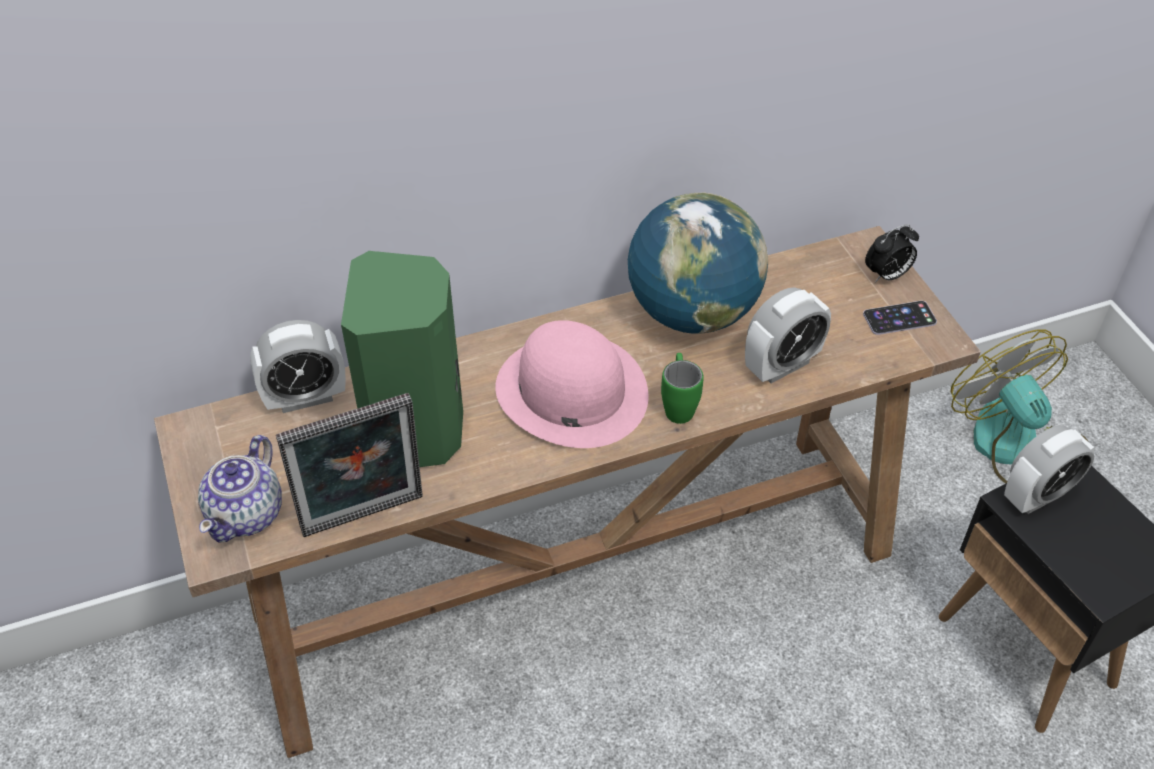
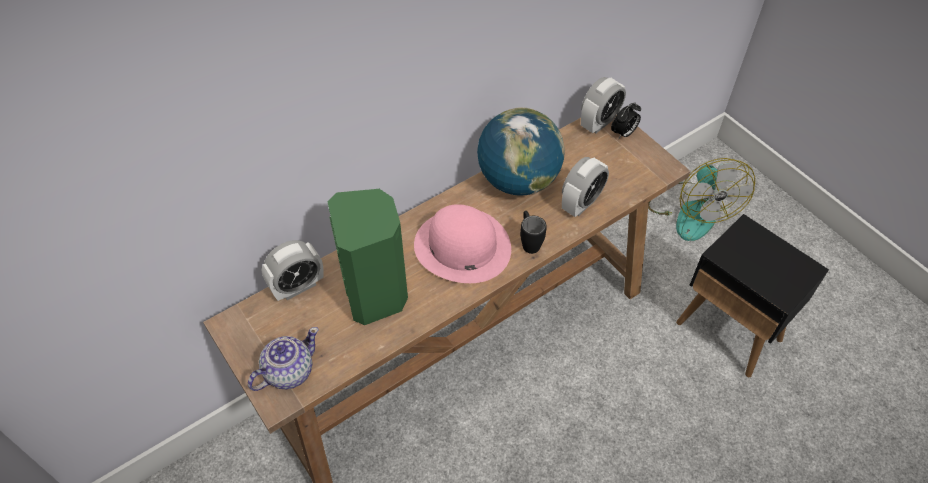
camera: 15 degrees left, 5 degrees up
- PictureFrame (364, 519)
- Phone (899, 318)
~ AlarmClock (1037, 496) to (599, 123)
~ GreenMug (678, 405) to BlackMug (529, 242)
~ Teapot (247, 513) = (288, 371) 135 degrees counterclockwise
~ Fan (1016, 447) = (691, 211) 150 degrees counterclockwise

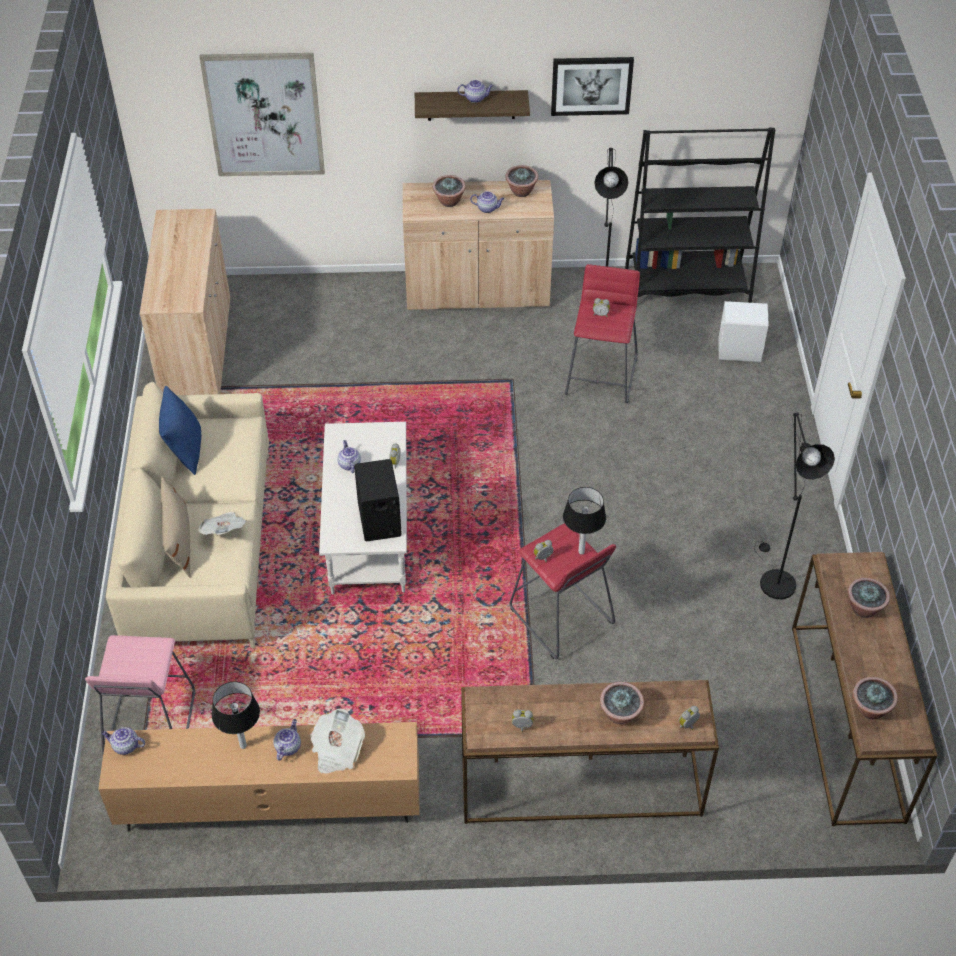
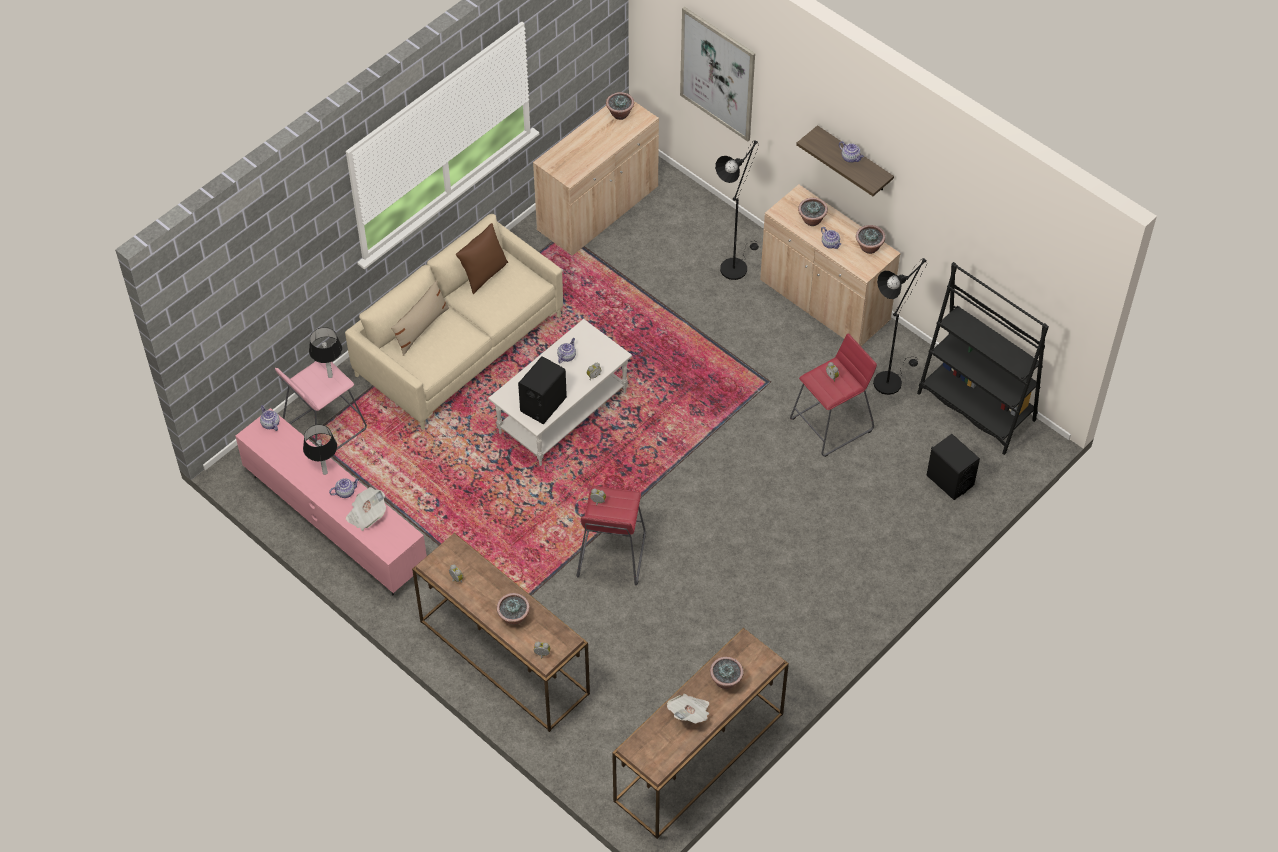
camera: 45 degrees right, 5 degrees up
- Picture (591, 85)
~ Newspaper (224, 531) to (690, 714)
~ TableLamp (581, 551) to (330, 375)
~ BlackFloorLamp (774, 579) to (736, 265)
~ PottedPlant (870, 709) to (620, 114)
~ BrownTvStand (270, 804) to PinkTvStand (336, 524)
~ BluePillow (185, 451) to BrownPillow (483, 274)
~ WhiteSpeaker (739, 350) to BlackSpeaker (949, 480)

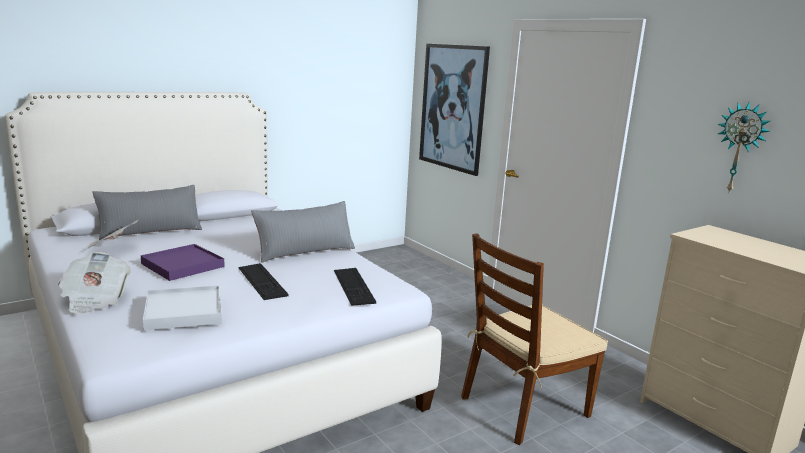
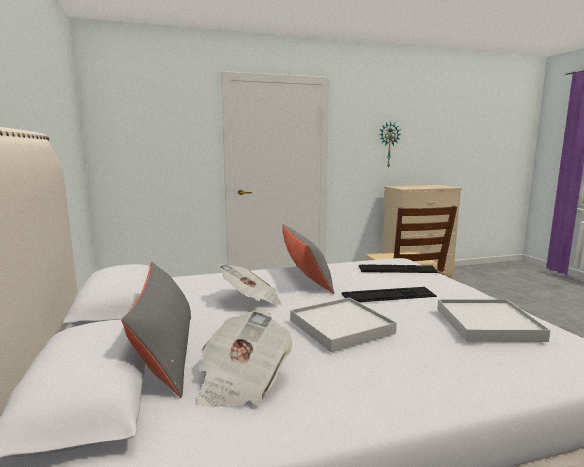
camera: 70 degrees left, 5 degrees down
- Picture (452, 107)
~ Newspaper (95, 299) to (252, 300)
~ PurpleTray (183, 265) to WhiteTray (341, 327)

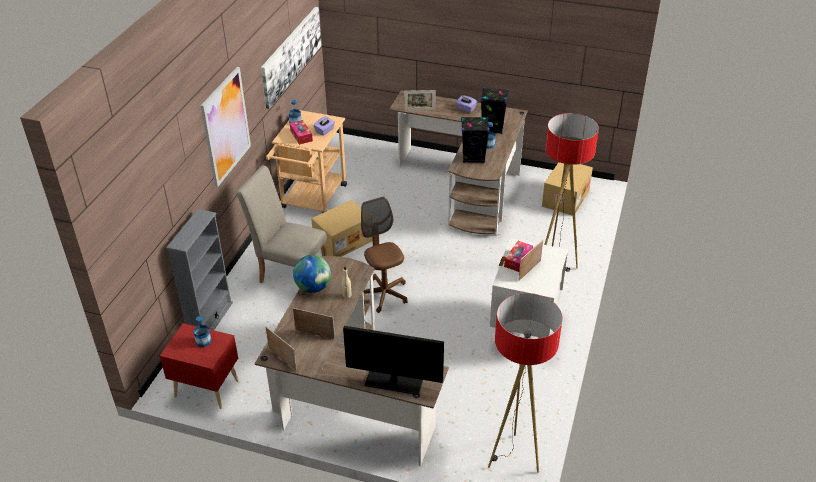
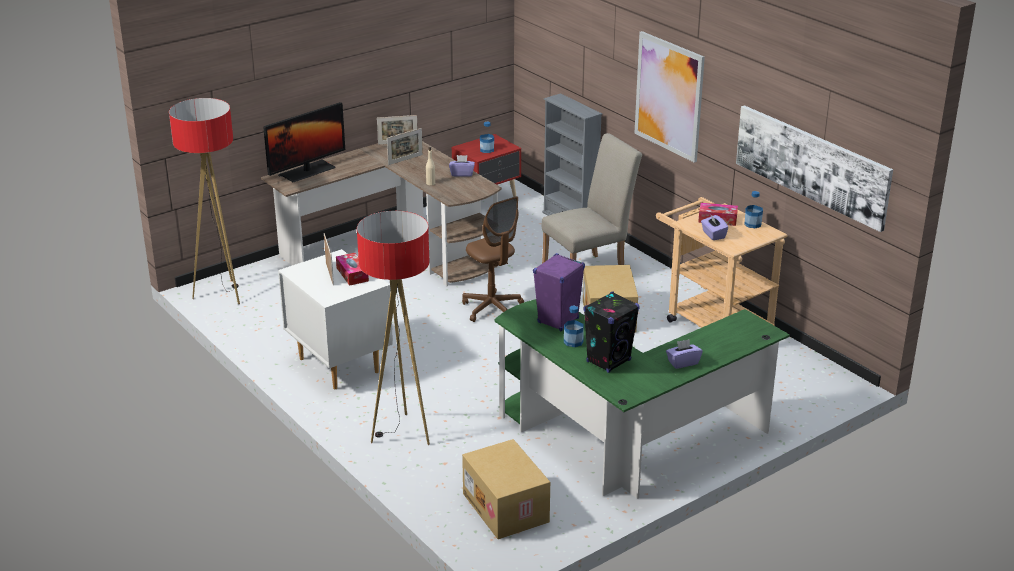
camera: 125 degrees right, 10 degrees down
- PictureFrame (419, 110)
~ Globe (313, 287) to PurpleTissueBox (462, 174)
~ BrownDesk (467, 185) to GreenDesk (626, 441)
~ BlackSpeaker (473, 158) to PurpleSpeaker (558, 320)
~ BrownOfficeChair (384, 295) = (492, 309) 45 degrees clockwise

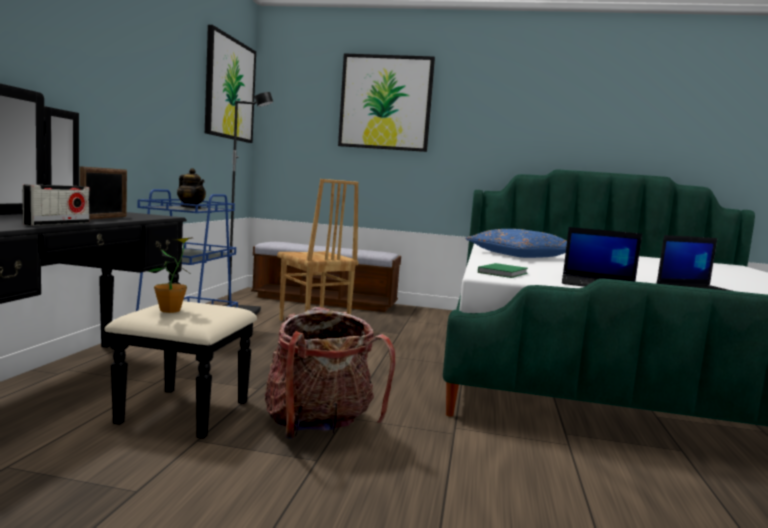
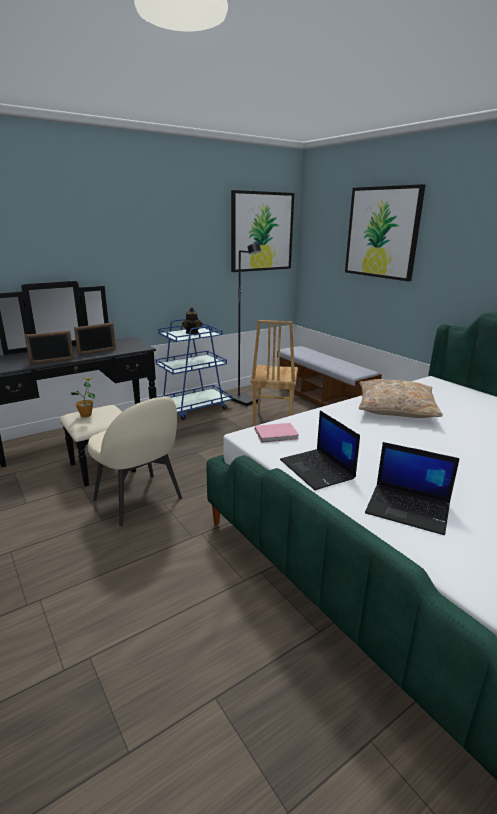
camera: 45 degrees right, 15 degrees up
~ Radio (57, 223) to PictureFrame (52, 361)
~ Backpack (319, 425) to BeigeChair (139, 500)
~ BluePillow (520, 255) to BeigePillow (395, 408)
~ GreenBook (504, 273) to PinkBook (277, 434)

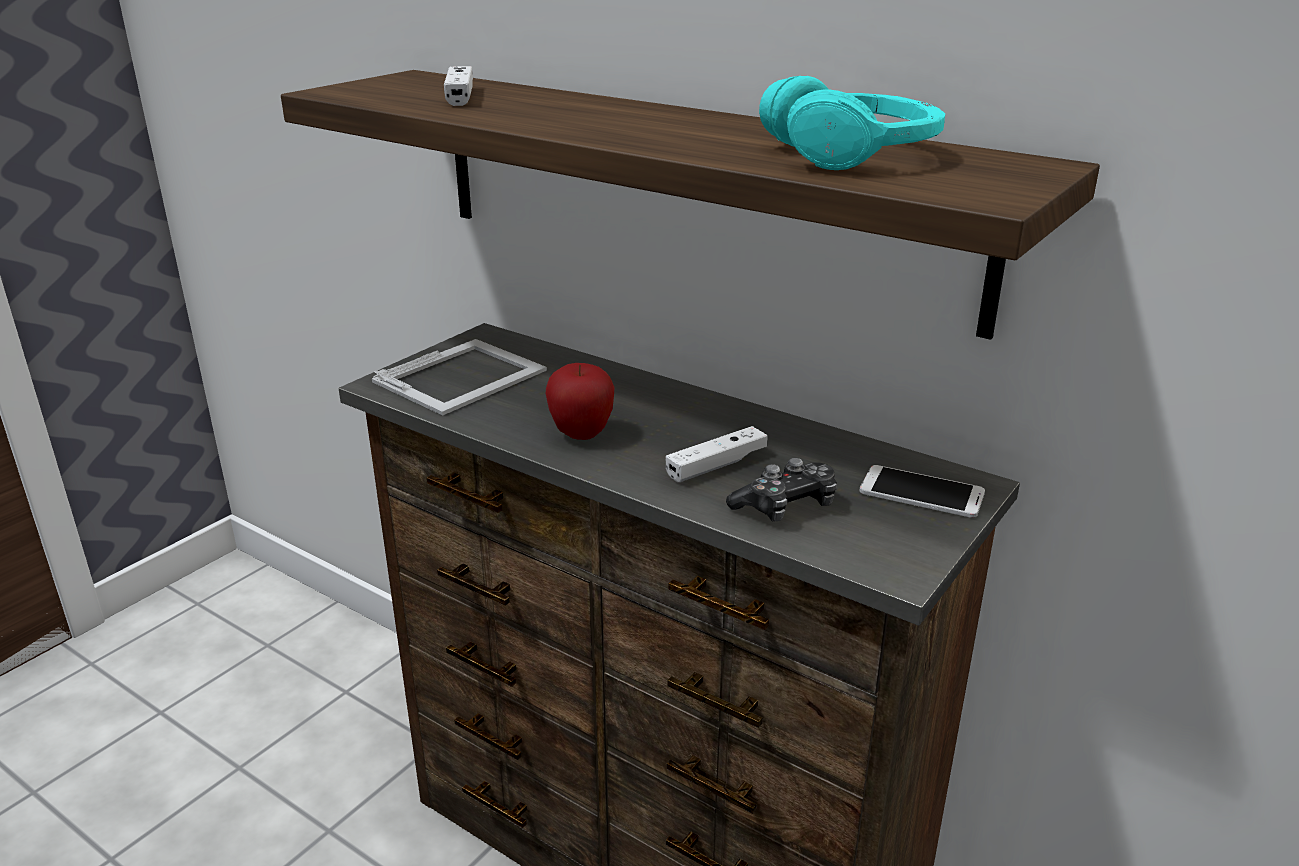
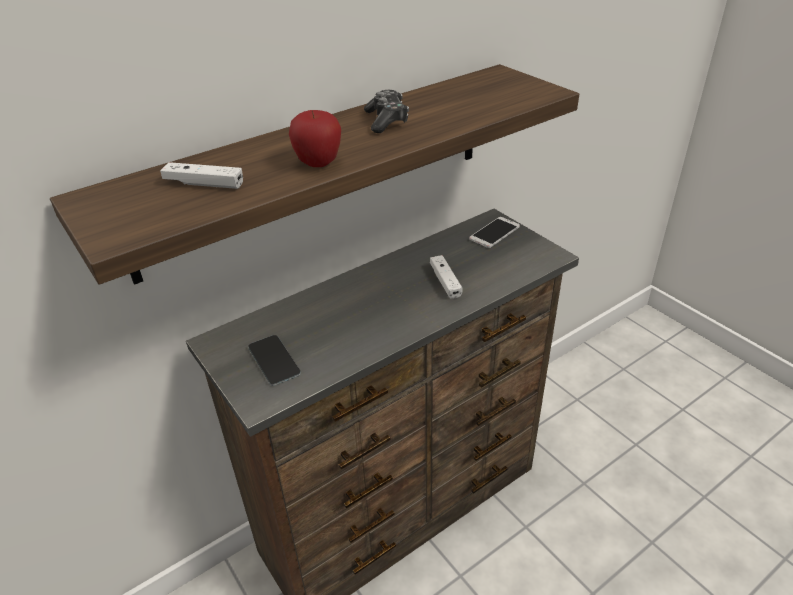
camera: 70 degrees left, 10 degrees up
- TurquoiseHeadphones (852, 154)
~ Apple (581, 434) to (318, 164)
~ GameController (786, 506) to (386, 120)
~ PictureFrame (462, 376) to Phone (274, 360)

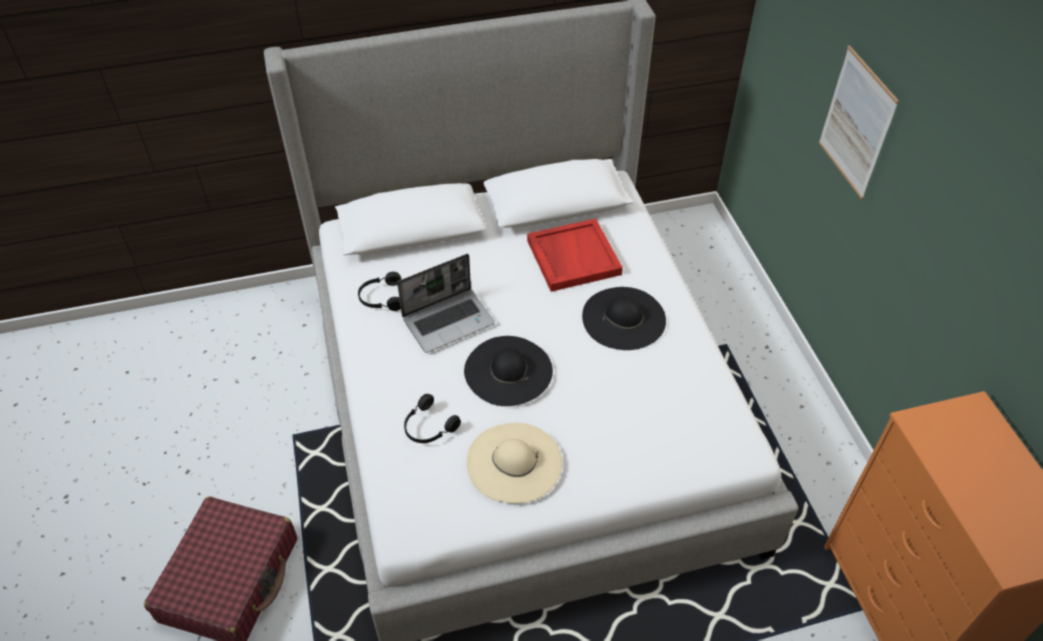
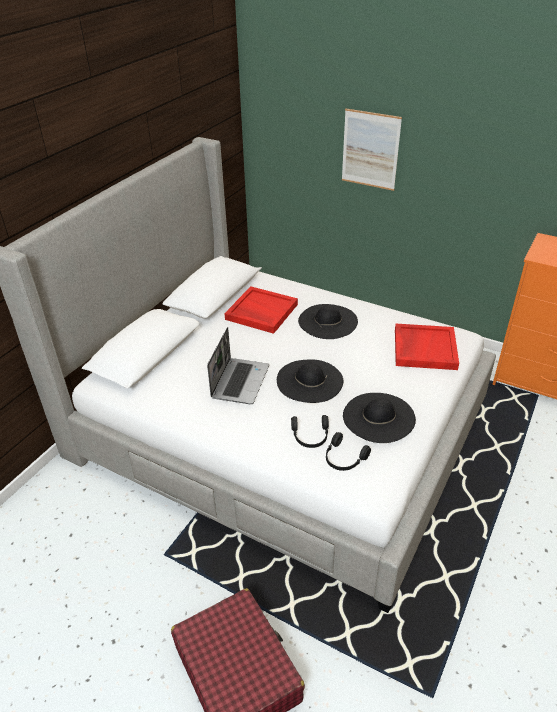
camera: 45 degrees left, 10 degrees down
+ RedTray (424, 348)
~ BlackHeadphones (381, 298) to (344, 459)
~ BeigeHat (514, 462) to BlackHat (378, 417)

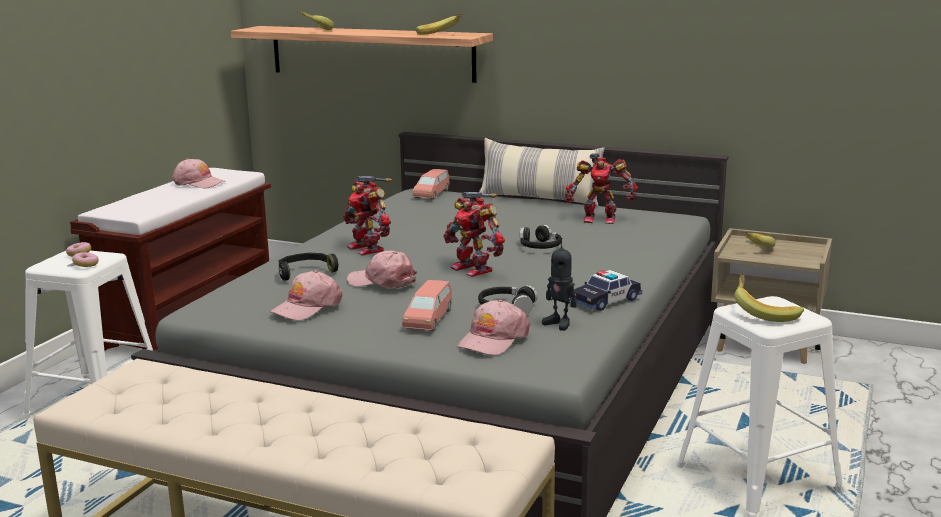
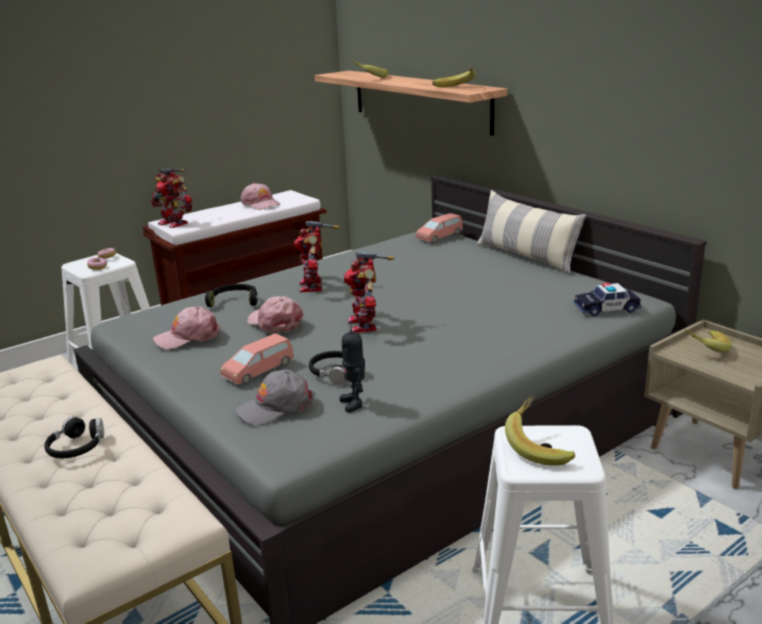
camera: 30 degrees right, 5 degrees up
~ BlackHeadphones (539, 246) to (77, 447)
~ ToyRobot (599, 219) to (174, 223)
~ ToyCar (605, 301) to (606, 309)
~ PinkCap (493, 339) to GreyCap (275, 407)

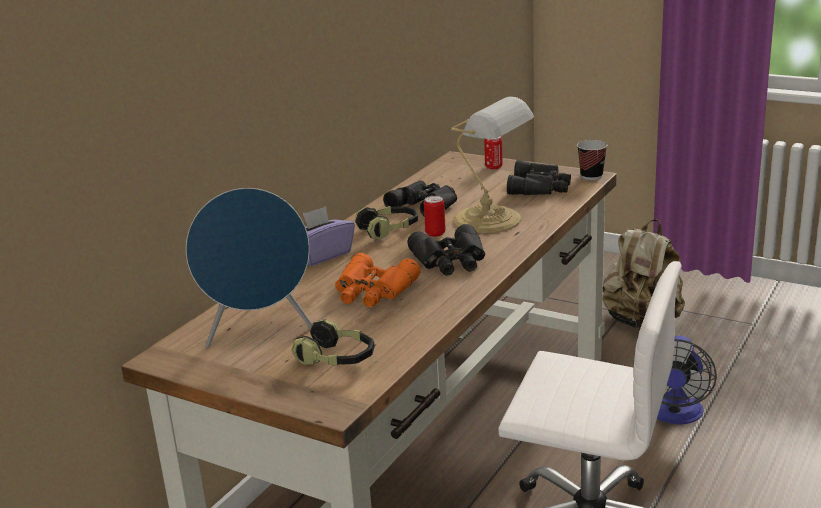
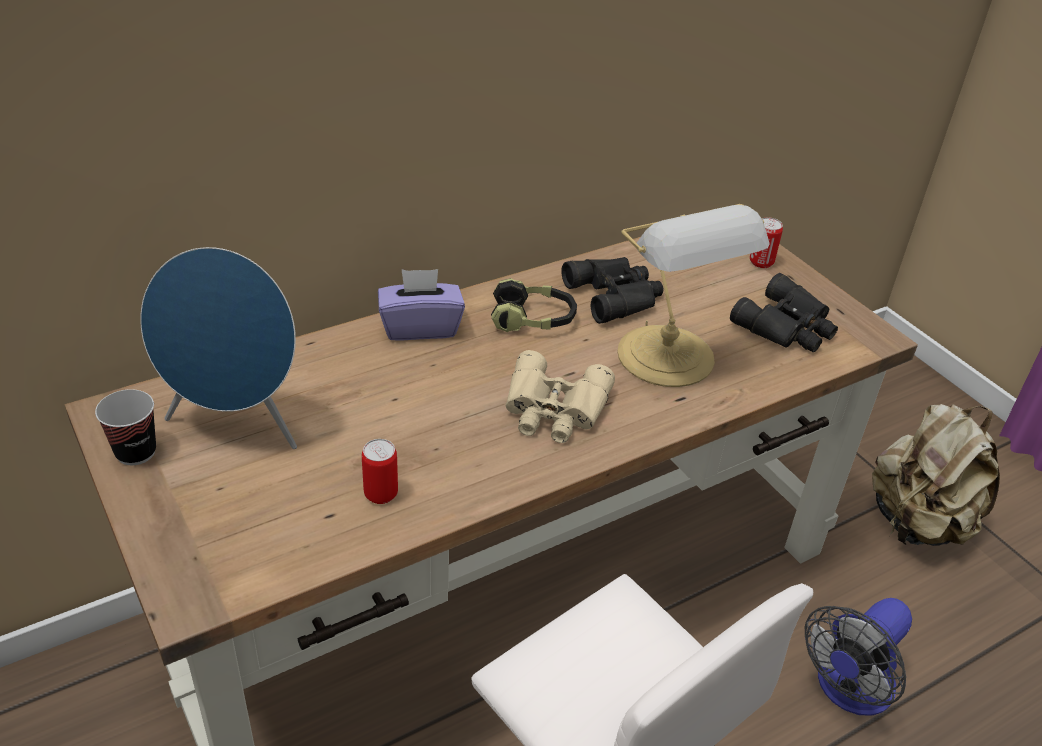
camera: 25 degrees right, 15 degrees up
- Headphones (337, 359)
- OrangeBinoculars (373, 291)
~ Can (435, 233) to (381, 494)
~ Cup (591, 176) to (136, 452)
~ BlackBinoculars (451, 260) to BeigeBinoculars (554, 410)

